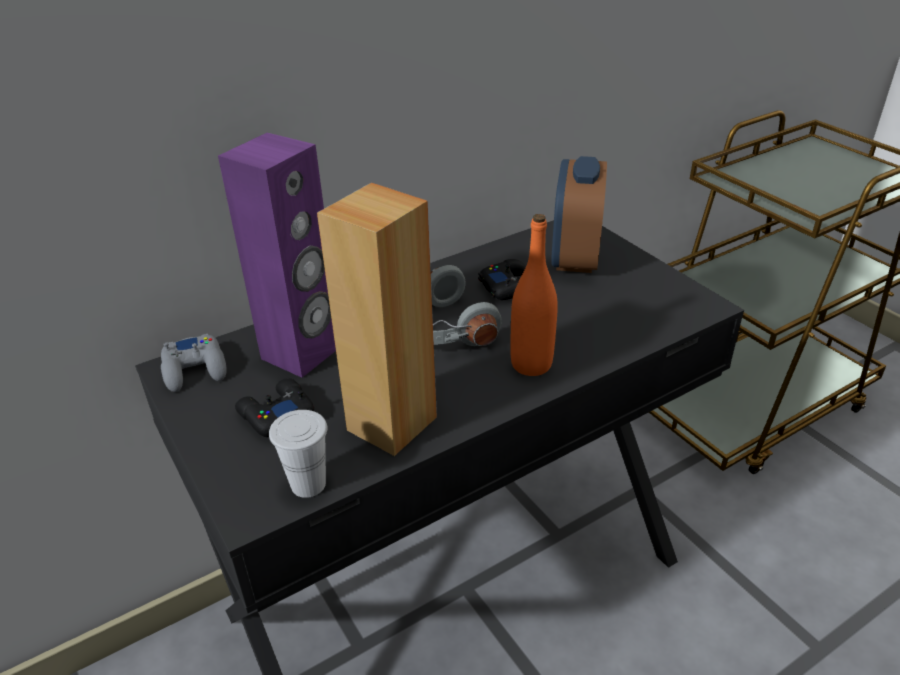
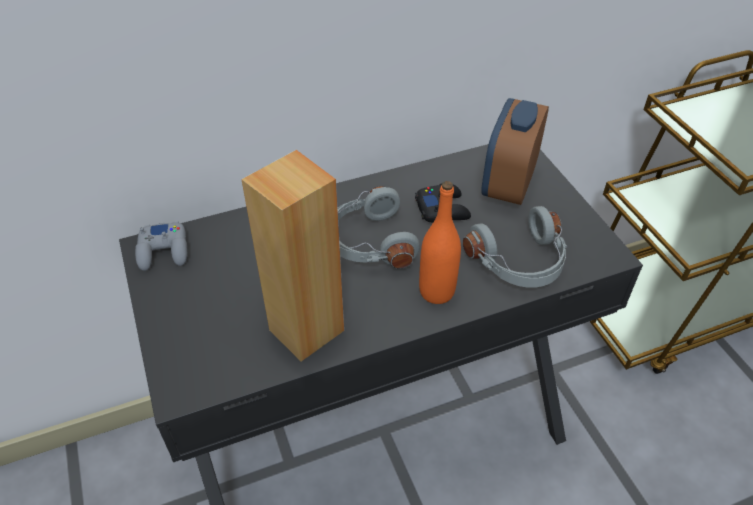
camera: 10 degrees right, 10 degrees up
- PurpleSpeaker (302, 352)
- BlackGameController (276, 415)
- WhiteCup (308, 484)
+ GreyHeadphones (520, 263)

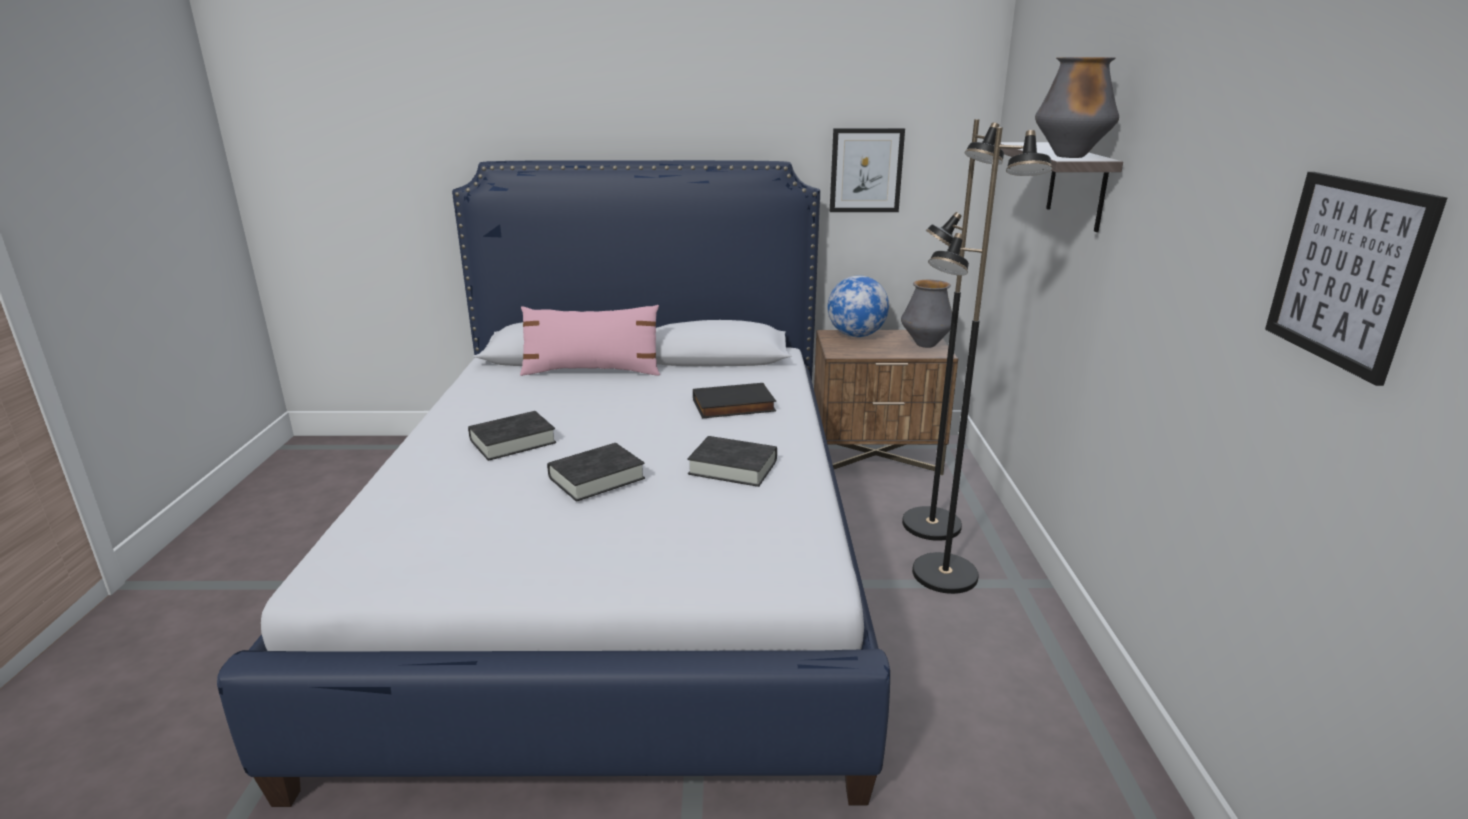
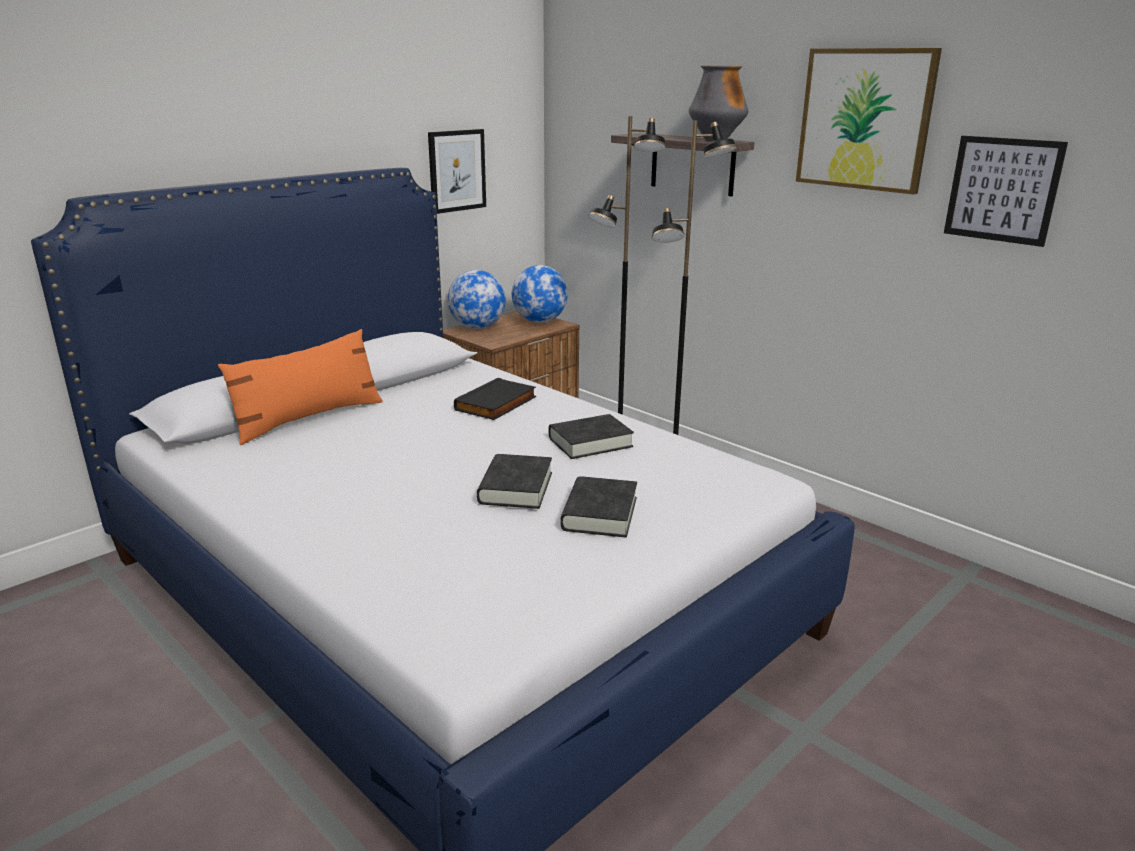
camera: 45 degrees left, 0 degrees up
+ Picture (865, 119)
~ BlackBook (512, 441) to (599, 514)
~ Vase (925, 345) to Globe (540, 321)
~ PinkPillow (592, 371) to OrangePillow (308, 418)

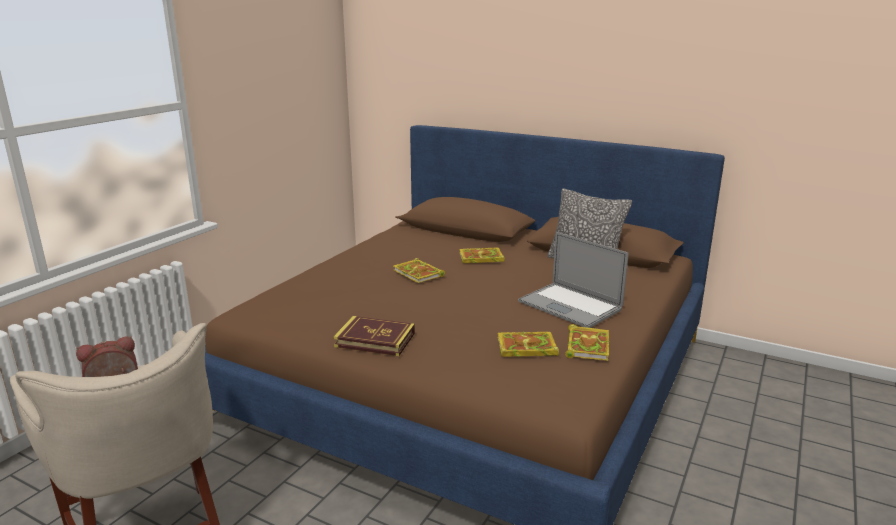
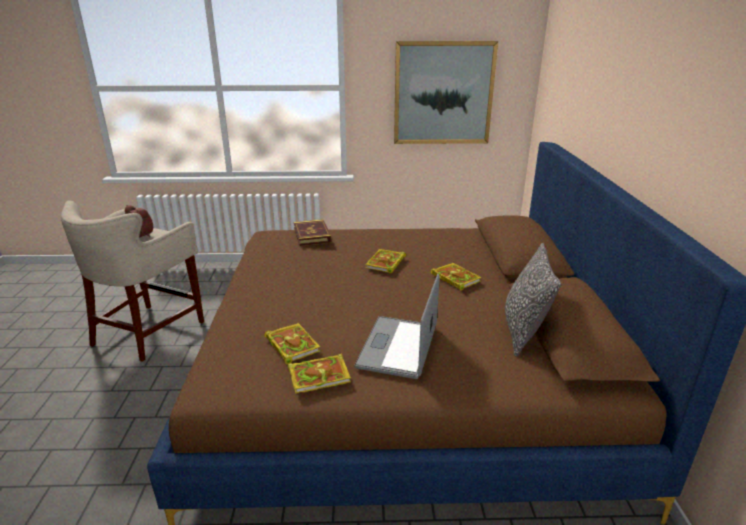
camera: 60 degrees right, 5 degrees up
+ Picture (443, 93)
~ Book (375, 340) to (312, 235)

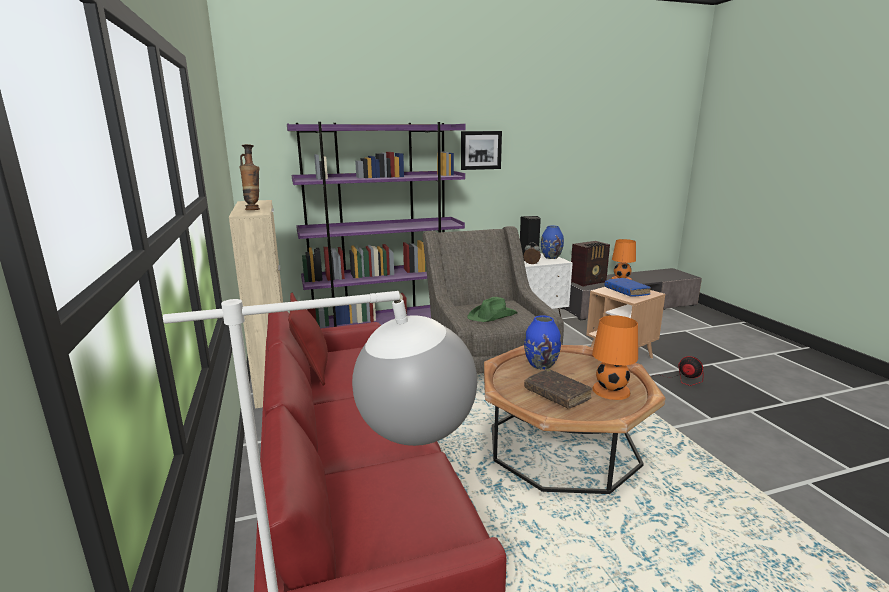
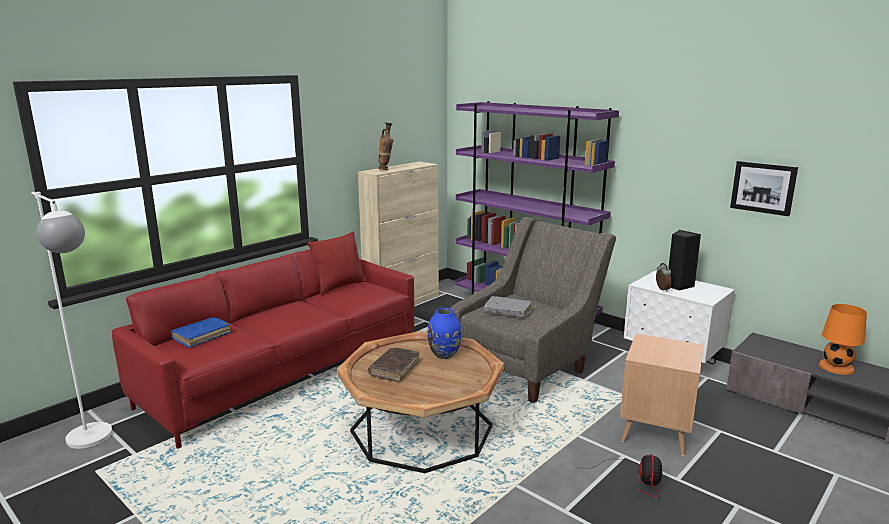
camera: 60 degrees right, 0 degrees up
- BlueVase (551, 257)
- Radio (588, 282)
- OrangeTableLamp (611, 390)
~ Picture (480, 150) to (763, 187)
~ BlueBook (626, 291) to (202, 336)
~ GreenHat (493, 316) to GreyBook (507, 312)

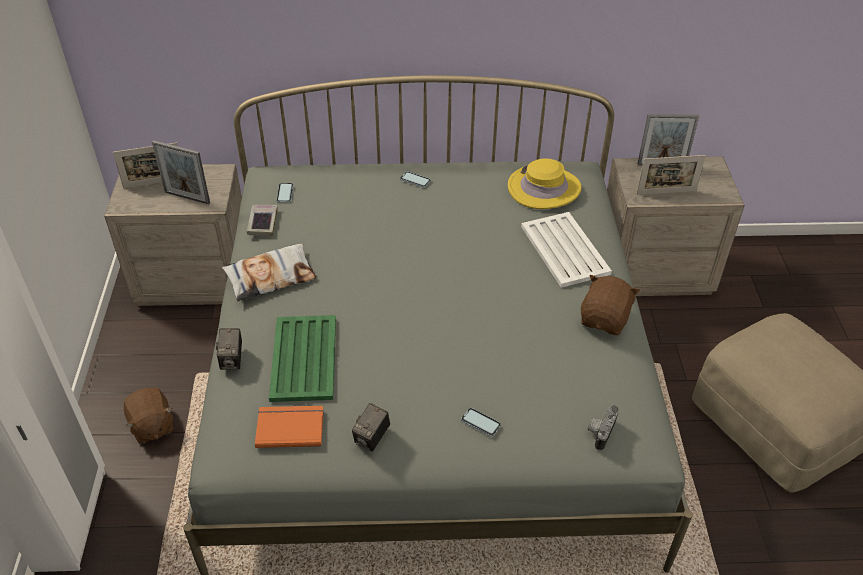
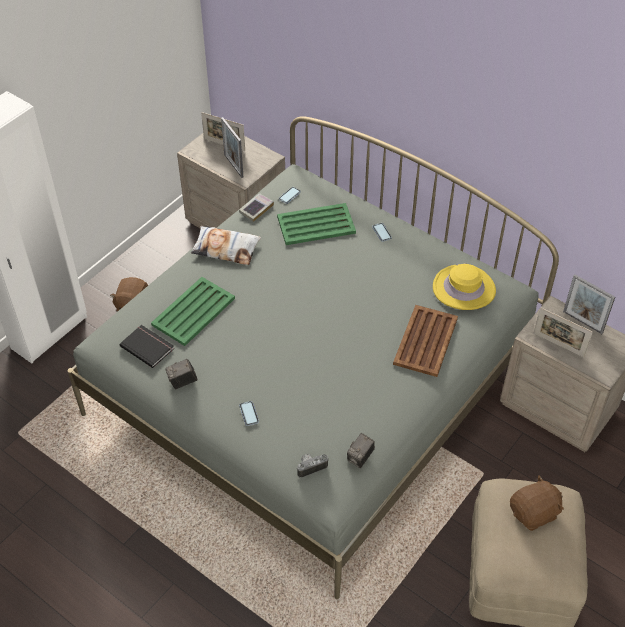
camera: 40 degrees right, 5 degrees up
+ GreenTray (317, 225)
~ PhotoCamera (232, 360) to (360, 458)
~ BrownPlushToy (605, 319) to (534, 513)
~ OrangeBook (290, 427) to BlackBook (148, 346)
~ WhiteTray (564, 249) to BrownTray (426, 340)

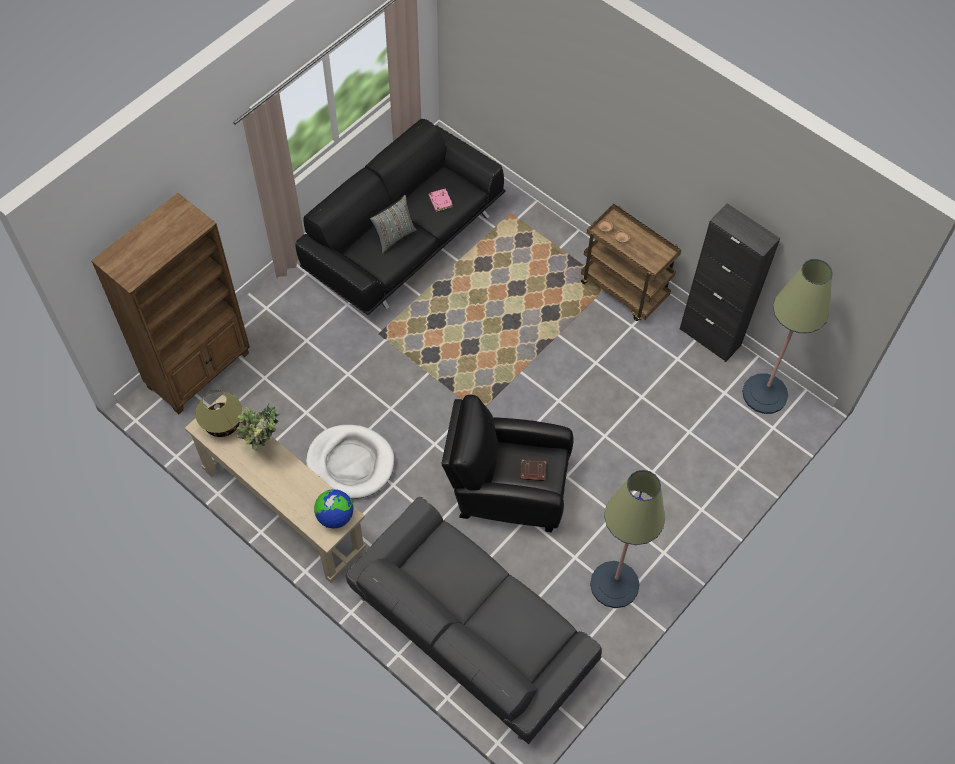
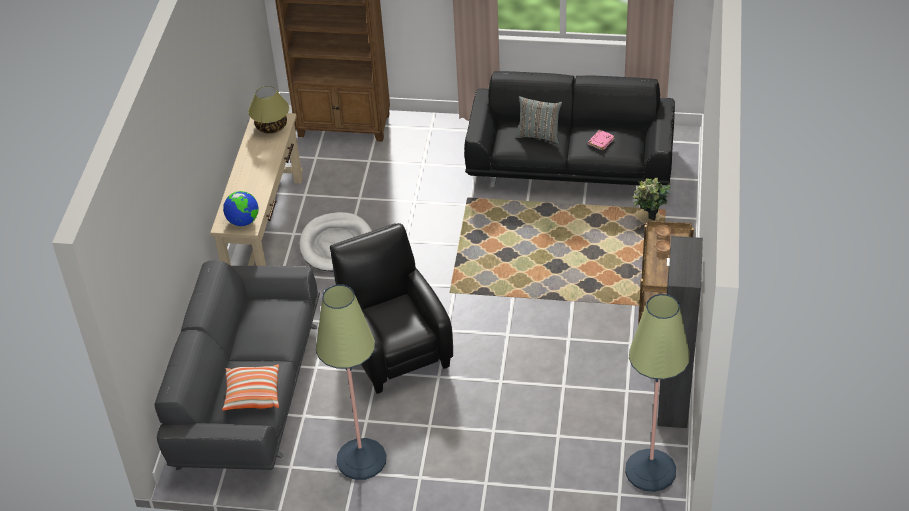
camera: 60 degrees right, 15 degrees down
- BrownBook (532, 472)
+ Pillow (252, 394)
~ PottedPlant (265, 450) to (648, 225)

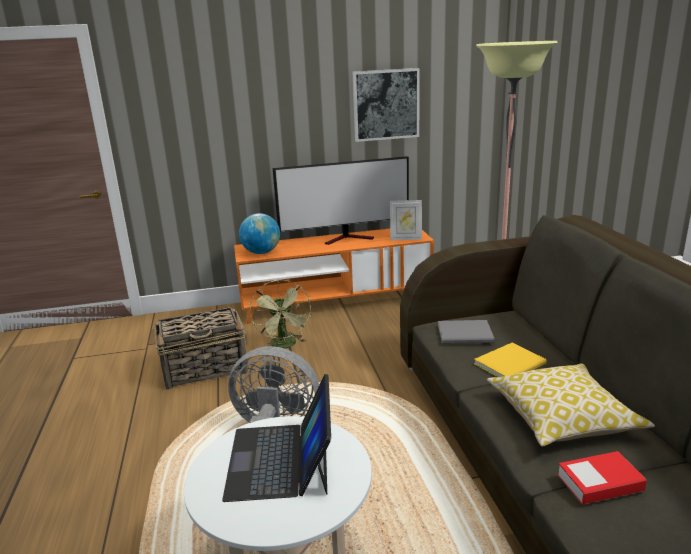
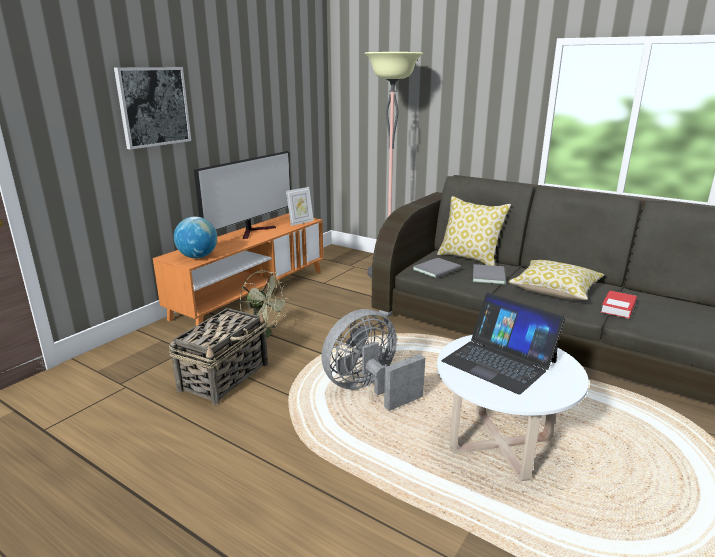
camera: 45 degrees left, 0 degrees up
+ Pillow (469, 258)
~ Picture (386, 104) to (153, 106)
~ YellowBook (512, 364) to GreyBook (489, 275)

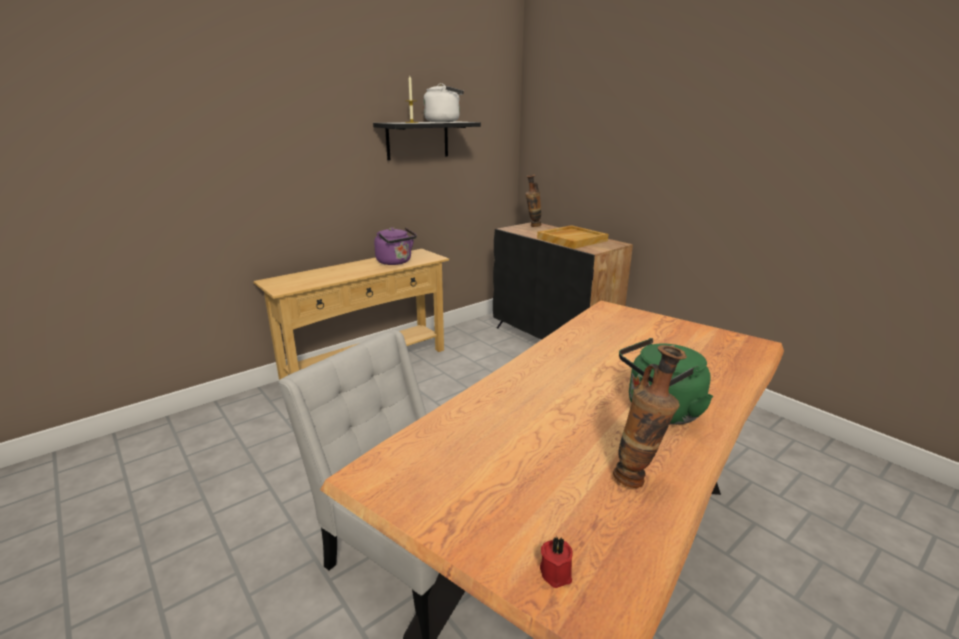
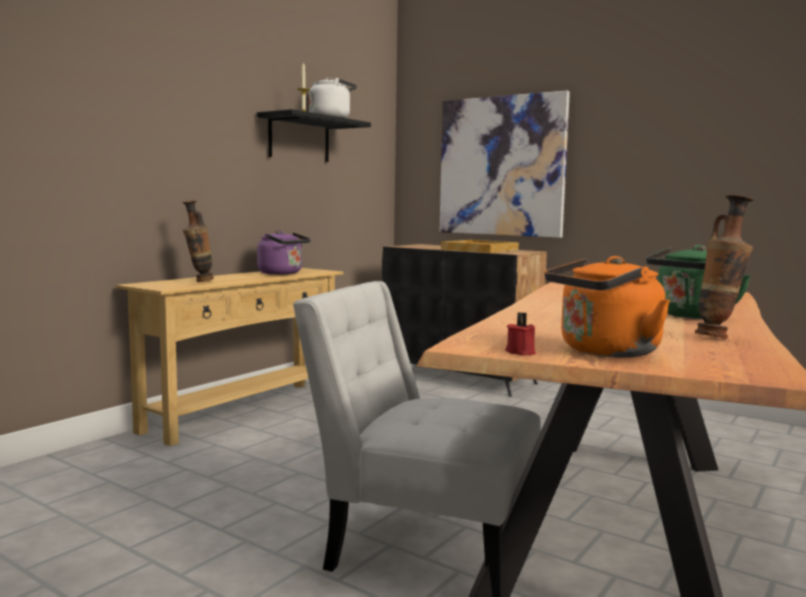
camera: 15 degrees left, 15 degrees down
+ Picture (501, 166)
+ OrangeKettle (604, 352)
~ Vase (532, 226) to (198, 281)
~ RedCandle (556, 572) to (521, 352)

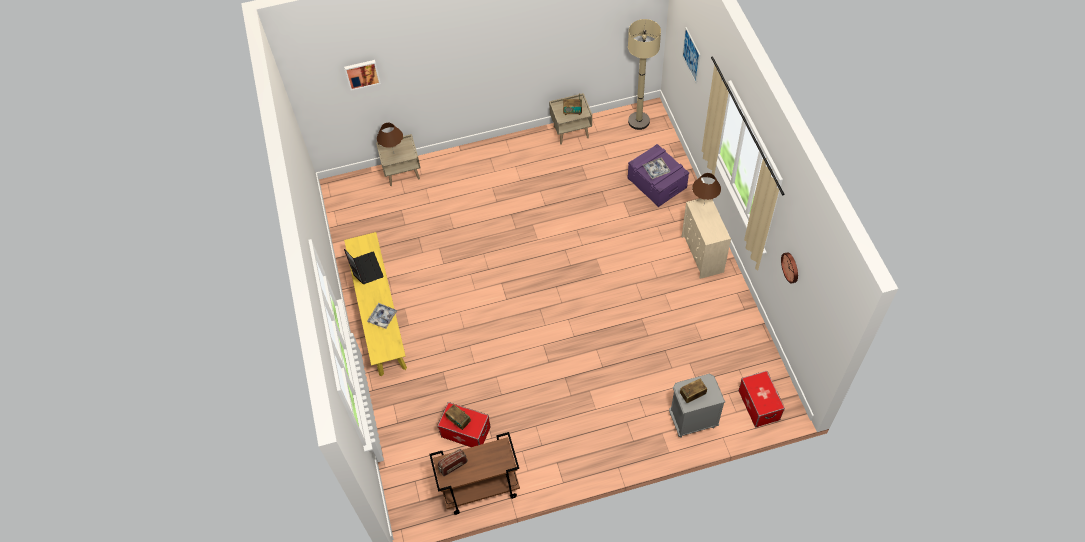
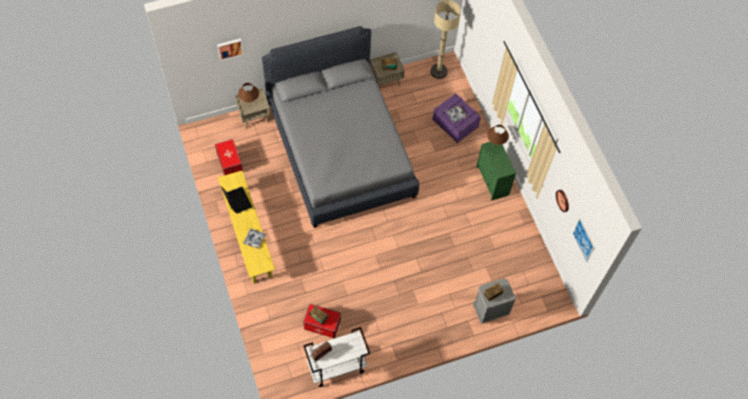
camera: 10 degrees left, 5 degrees up
+ GreyBed (341, 150)
~ Picture (691, 55) to (583, 240)
~ StorageBox (758, 405) to (229, 163)
~ BrownCart (480, 489) to WhiteCart (336, 367)
~ BeigeDresser (702, 255) to GreenDresser (492, 181)

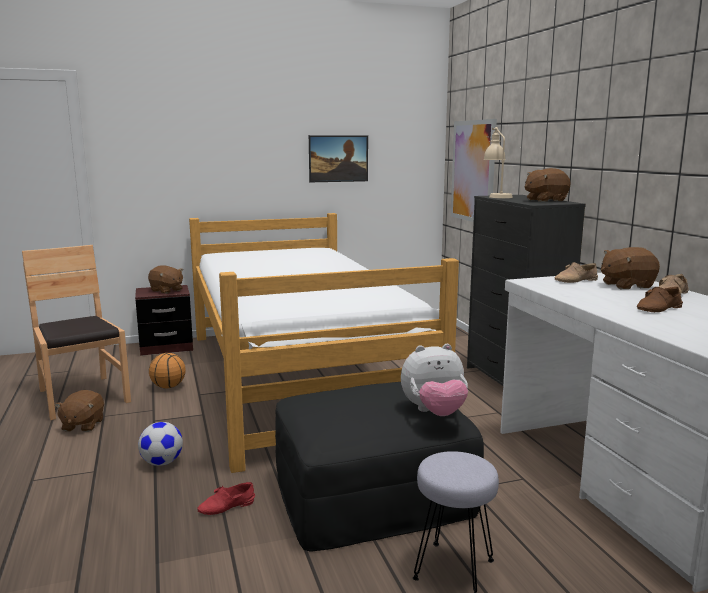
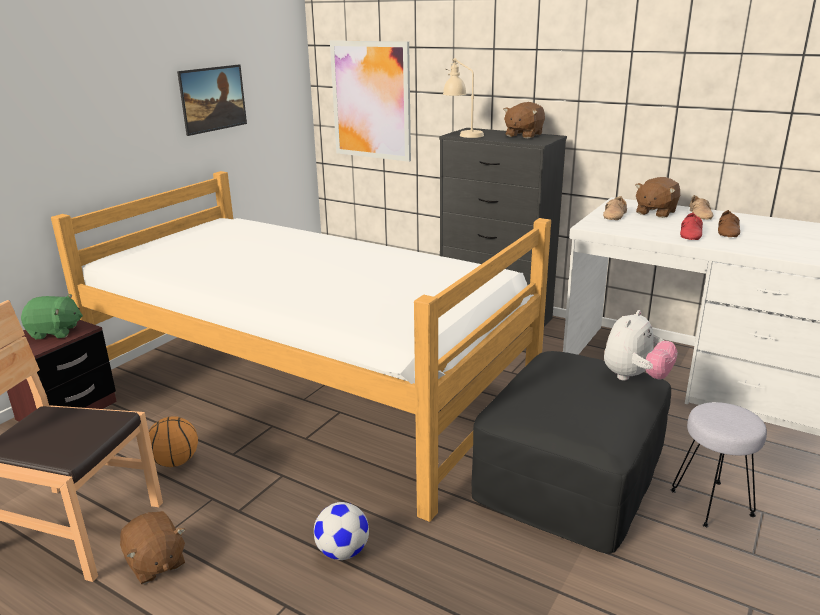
camera: 40 degrees left, 10 degrees up
~ RedShoe (227, 506) to (692, 234)
~ BrownPlushToy (166, 290) to GreenPlushToy (55, 332)

